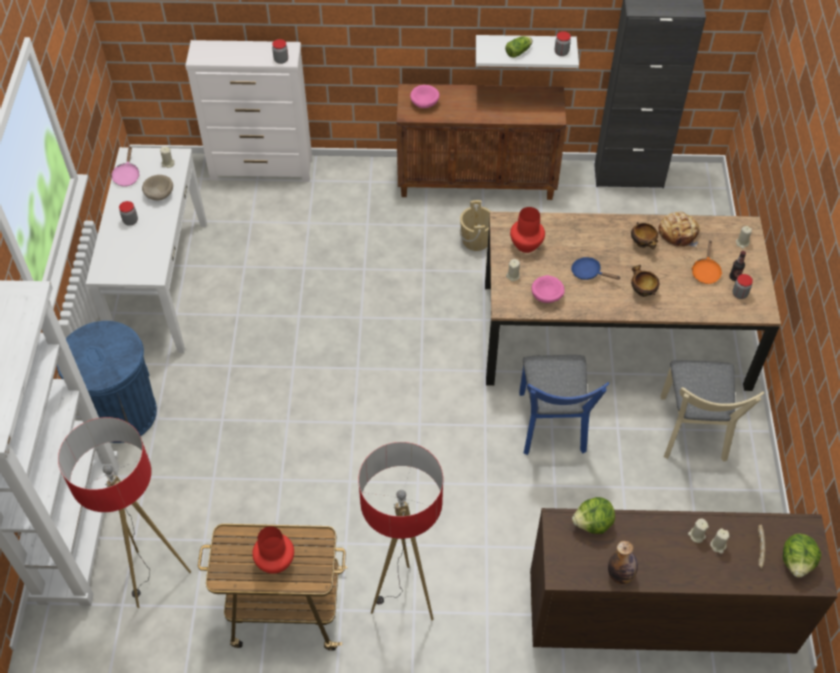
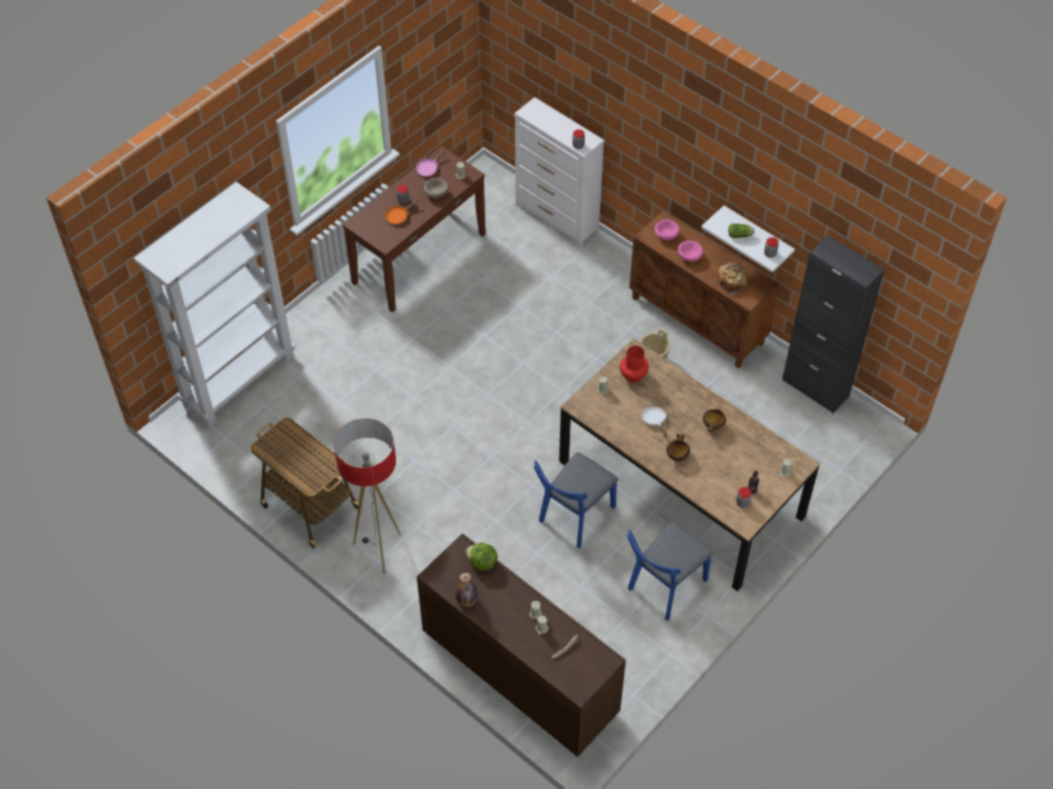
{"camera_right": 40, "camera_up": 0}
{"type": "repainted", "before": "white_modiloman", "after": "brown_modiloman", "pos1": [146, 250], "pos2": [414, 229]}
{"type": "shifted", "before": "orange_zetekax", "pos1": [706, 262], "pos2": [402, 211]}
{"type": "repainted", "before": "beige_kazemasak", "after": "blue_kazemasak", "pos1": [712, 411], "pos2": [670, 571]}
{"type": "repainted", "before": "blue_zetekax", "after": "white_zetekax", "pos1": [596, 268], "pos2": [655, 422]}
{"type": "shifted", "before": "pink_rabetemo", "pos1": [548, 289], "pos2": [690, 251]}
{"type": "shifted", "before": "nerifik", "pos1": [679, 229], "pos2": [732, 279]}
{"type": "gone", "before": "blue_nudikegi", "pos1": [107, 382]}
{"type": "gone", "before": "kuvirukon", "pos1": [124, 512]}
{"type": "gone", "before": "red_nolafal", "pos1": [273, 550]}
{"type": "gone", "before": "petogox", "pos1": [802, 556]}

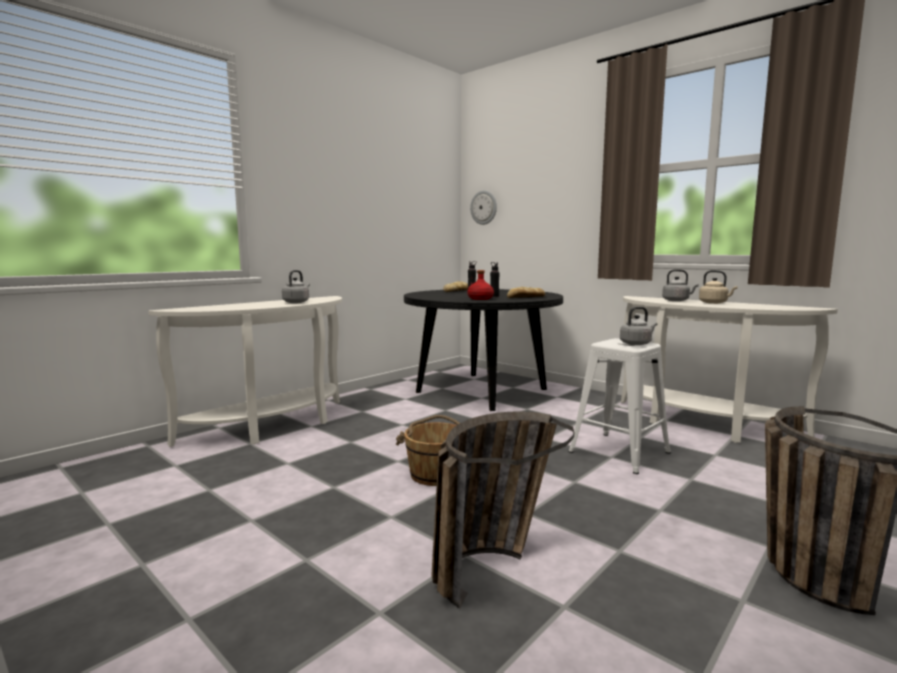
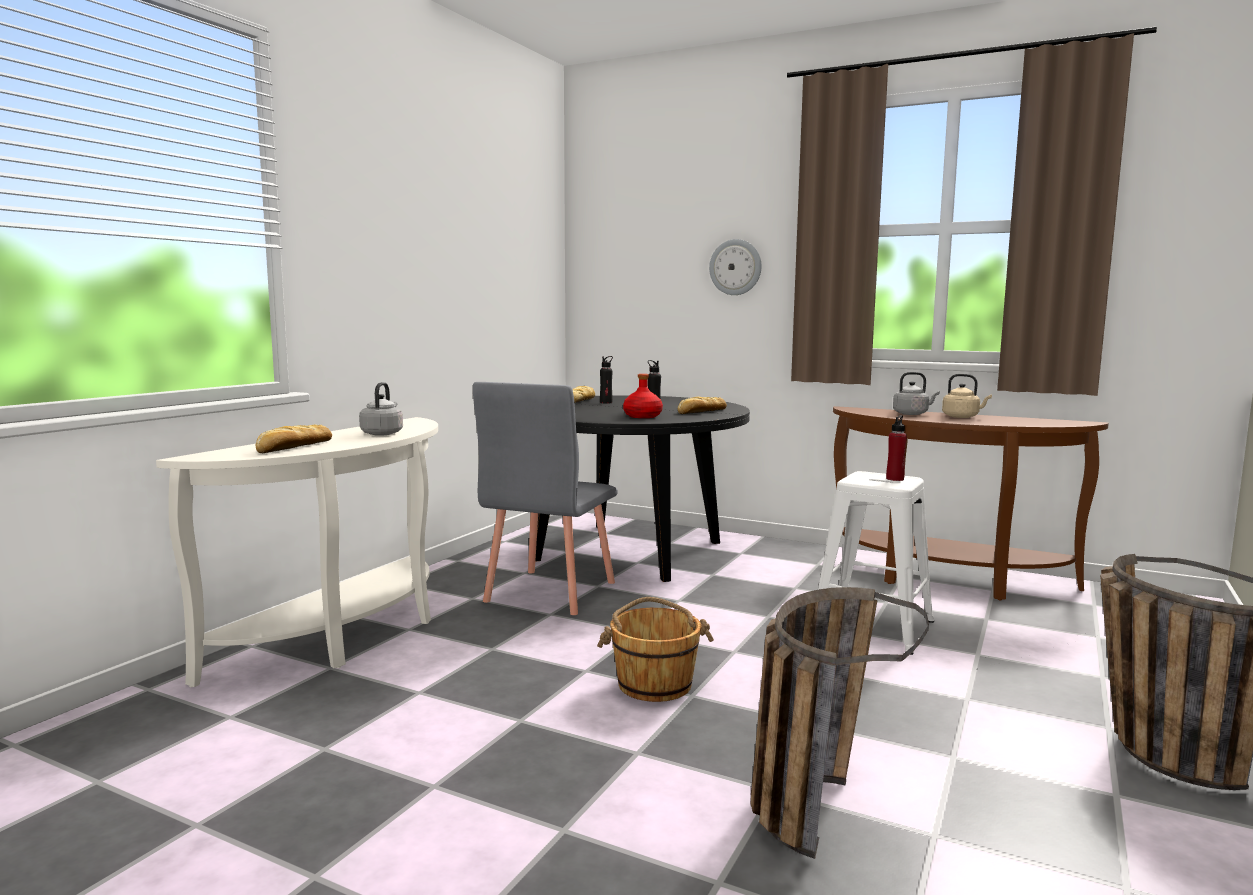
{"camera_right": -15, "camera_up": 0}
{"type": "new", "after": "nerifik", "pos2": [293, 438]}
{"type": "new", "after": "grey_kazemasak", "pos2": [545, 498]}
{"type": "shifted", "before": "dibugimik", "pos1": [483, 207], "pos2": [735, 267]}
{"type": "repainted", "before": "white_modiloman", "after": "brown_modiloman", "pos1": [729, 369], "pos2": [971, 503]}
{"type": "swapped", "before": "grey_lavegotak", "after": "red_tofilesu", "pos1": [638, 326], "pos2": [896, 448]}

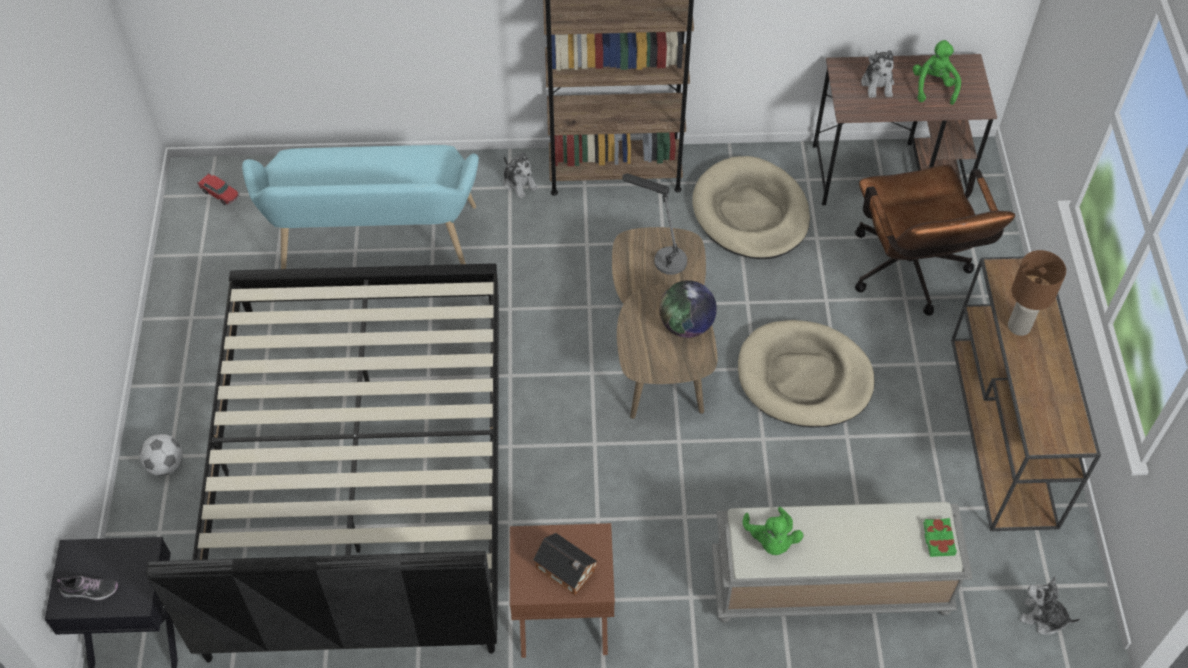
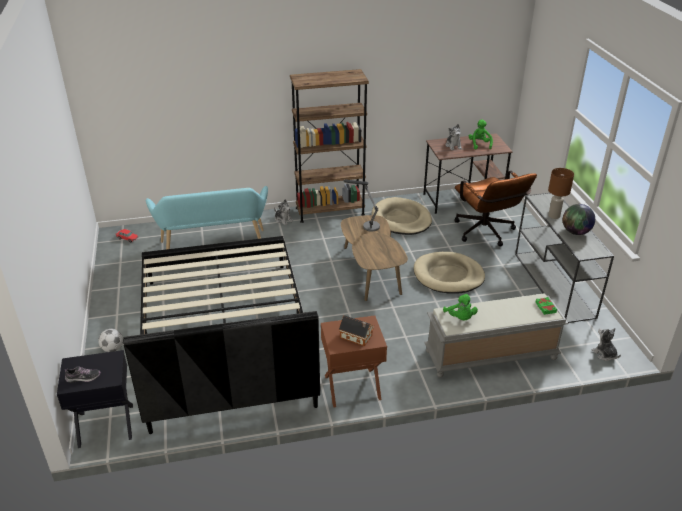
{"camera_right": -10, "camera_up": -20}
{"type": "repainted", "before": "brown_modiloman", "after": "grey_modiloman", "pos1": [1026, 393], "pos2": [564, 258]}
{"type": "shifted", "before": "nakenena", "pos1": [688, 309], "pos2": [579, 219]}
{"type": "rotated", "before": "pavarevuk", "pos1": [1050, 606], "pos2": [606, 344], "turn": 45}

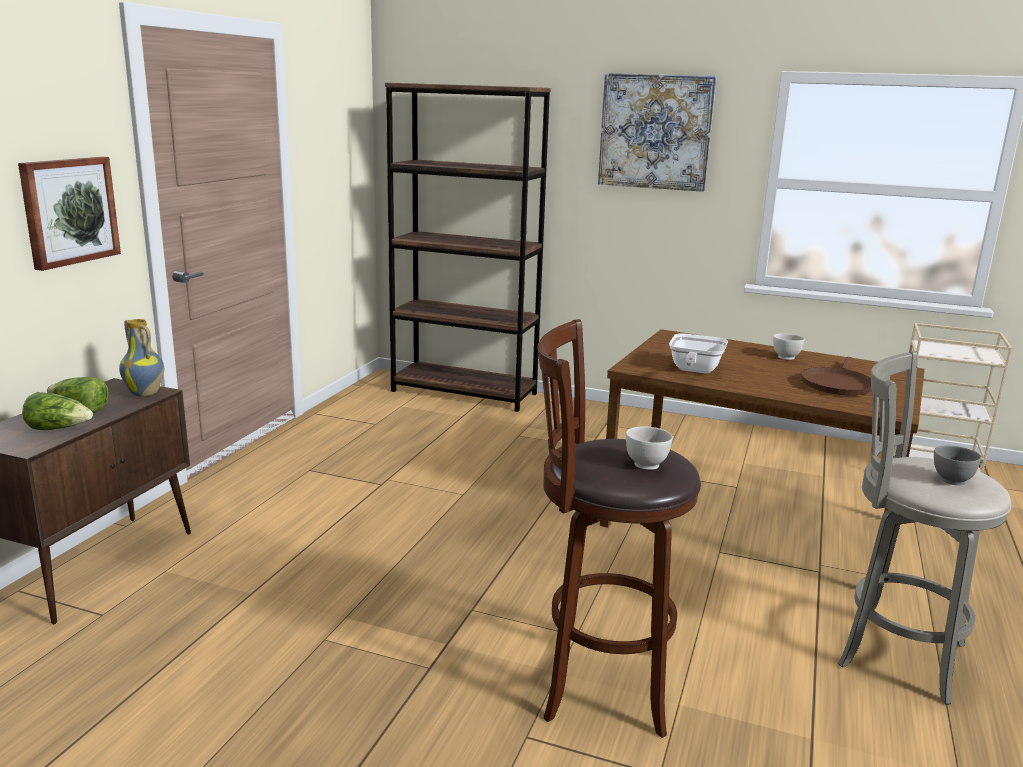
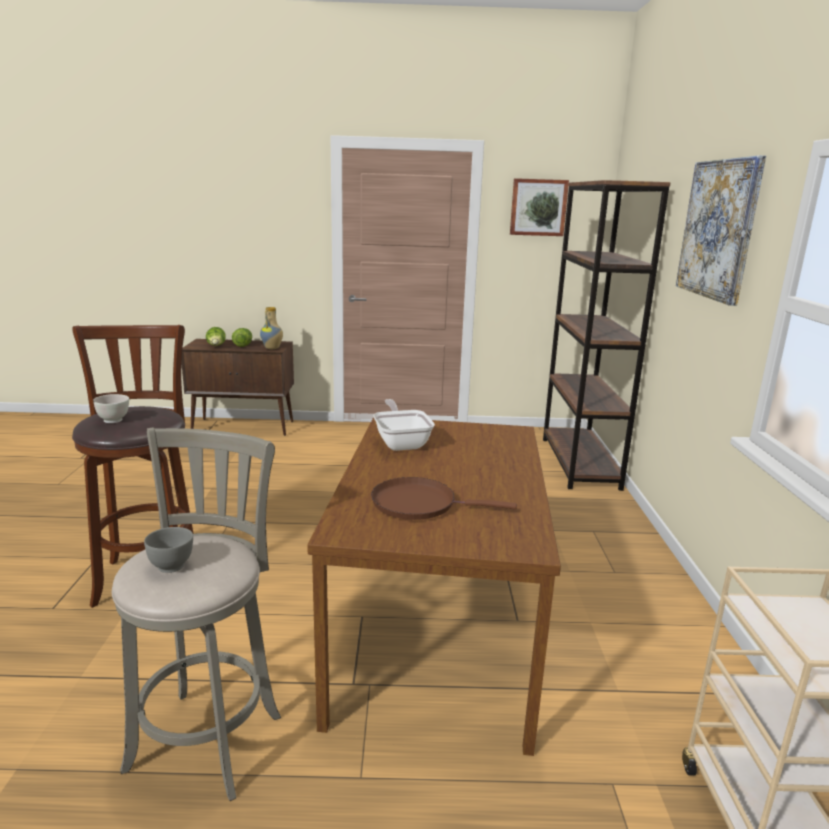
{"camera_right": 70, "camera_up": 0}
{"type": "rotated", "before": "zetekax", "pos1": [698, 353], "pos2": [404, 425], "turn": 75}
{"type": "shifted", "before": "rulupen", "pos1": [69, 214], "pos2": [539, 207]}
{"type": "gone", "before": "white_rabetemo", "pos1": [789, 346]}

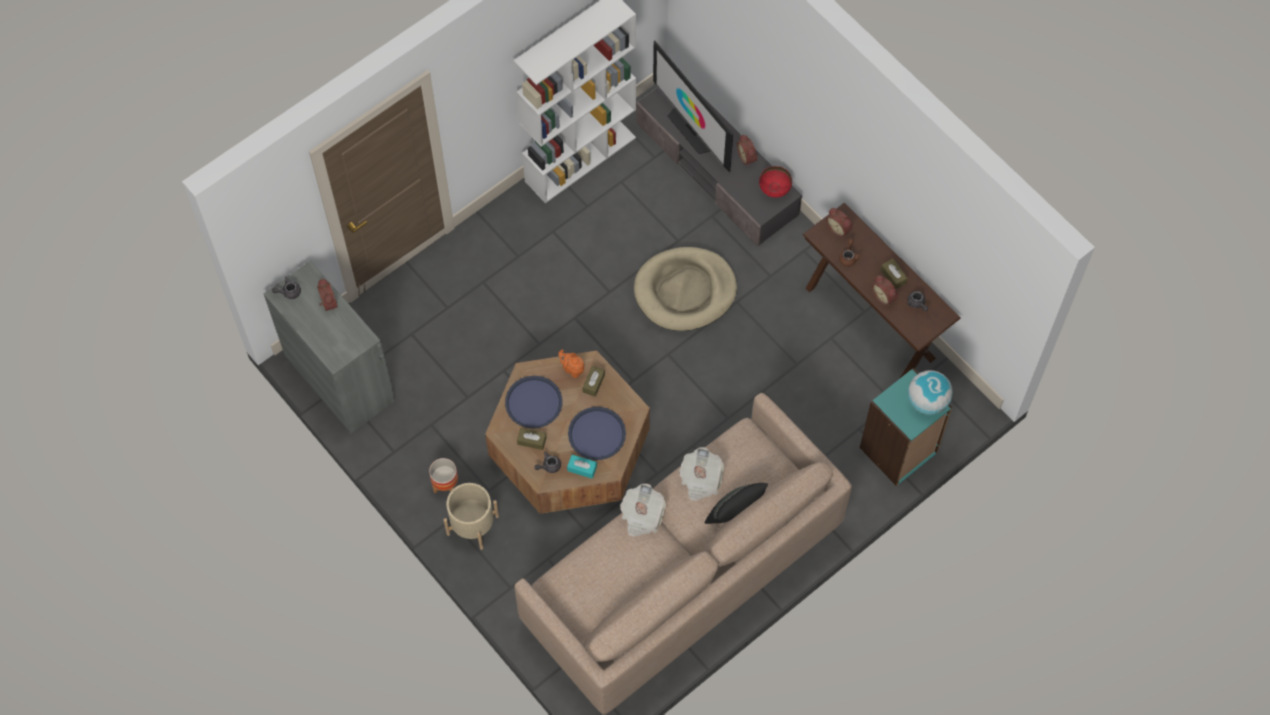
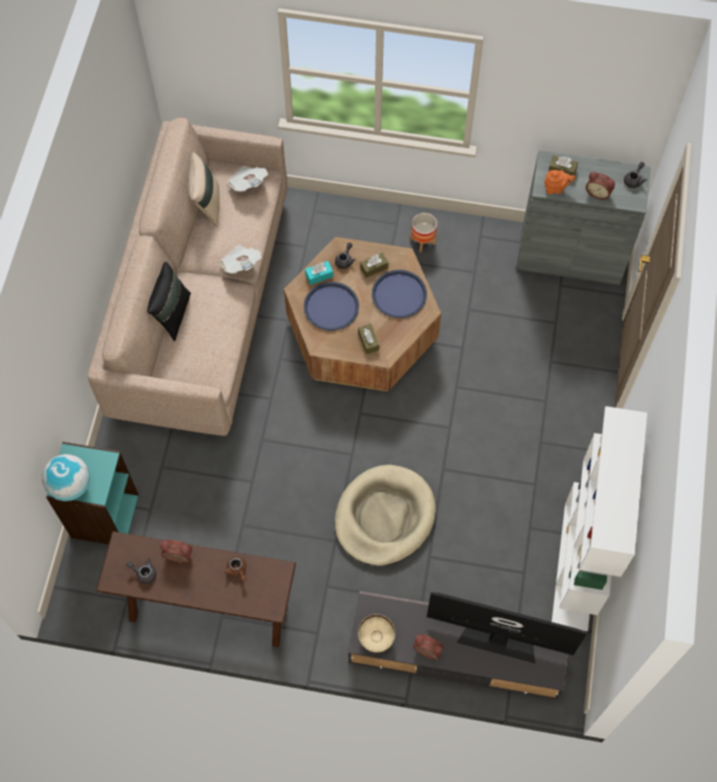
{"camera_right": 140, "camera_up": 0}
{"type": "new", "after": "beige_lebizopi", "pos2": [203, 189]}
{"type": "shifted", "before": "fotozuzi", "pos1": [701, 474], "pos2": [247, 179]}
{"type": "repainted", "before": "red_rabetemo", "after": "beige_rabetemo", "pos1": [775, 182], "pos2": [376, 633]}
{"type": "shifted", "before": "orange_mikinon", "pos1": [571, 363], "pos2": [560, 182]}
{"type": "shifted", "before": "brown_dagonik", "pos1": [894, 274], "pos2": [563, 165]}
{"type": "gone", "before": "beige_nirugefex", "pos1": [471, 516]}
{"type": "gone", "before": "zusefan", "pos1": [839, 222]}

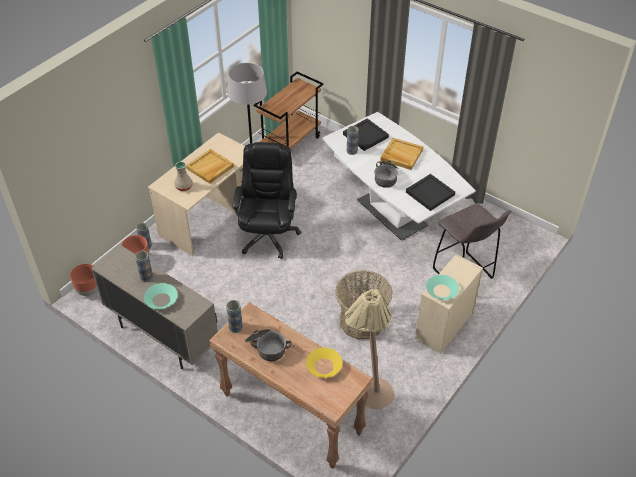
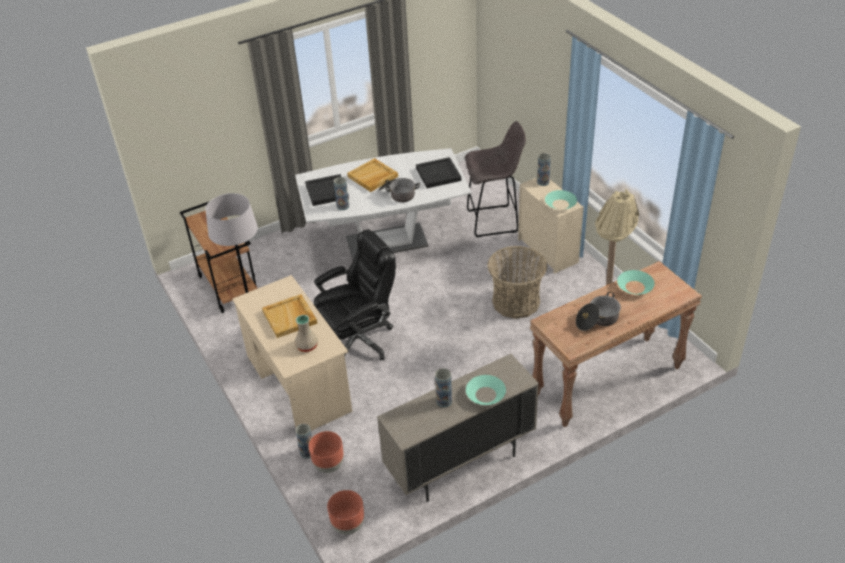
{"camera_right": -65, "camera_up": -5}
{"type": "rotated", "before": "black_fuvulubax", "pos1": [267, 200], "pos2": [355, 295], "turn": 120}
{"type": "shifted", "before": "nolafal", "pos1": [234, 316], "pos2": [544, 169]}
{"type": "repainted", "before": "yellow_rabetemo", "after": "turquoise_rabetemo", "pos1": [324, 362], "pos2": [636, 282]}

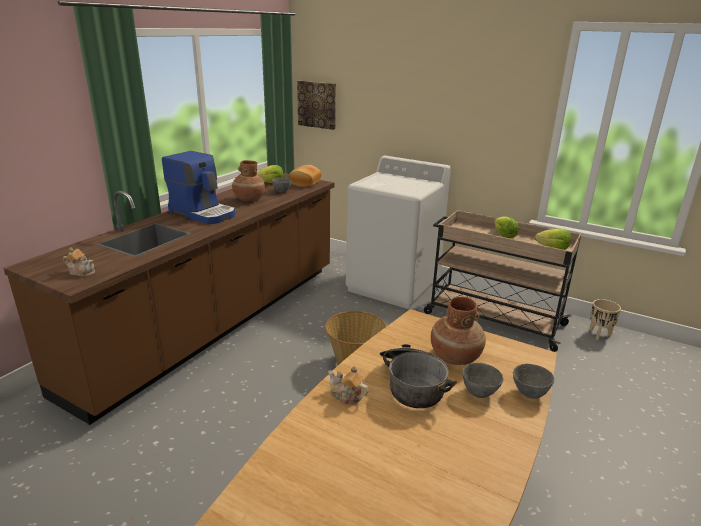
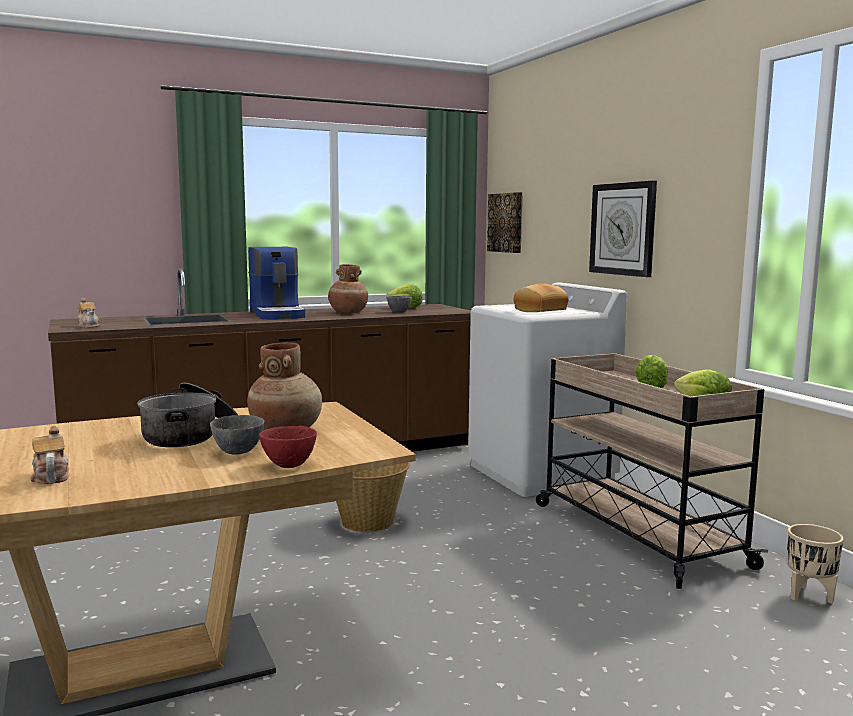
{"camera_right": 35, "camera_up": -15}
{"type": "shifted", "before": "mikinon", "pos1": [348, 385], "pos2": [50, 455]}
{"type": "repainted", "before": "grey_rabetemo", "after": "red_rabetemo", "pos1": [534, 381], "pos2": [288, 447]}
{"type": "shifted", "before": "nerifik", "pos1": [304, 176], "pos2": [541, 298]}
{"type": "new", "after": "dibugimik", "pos2": [623, 229]}

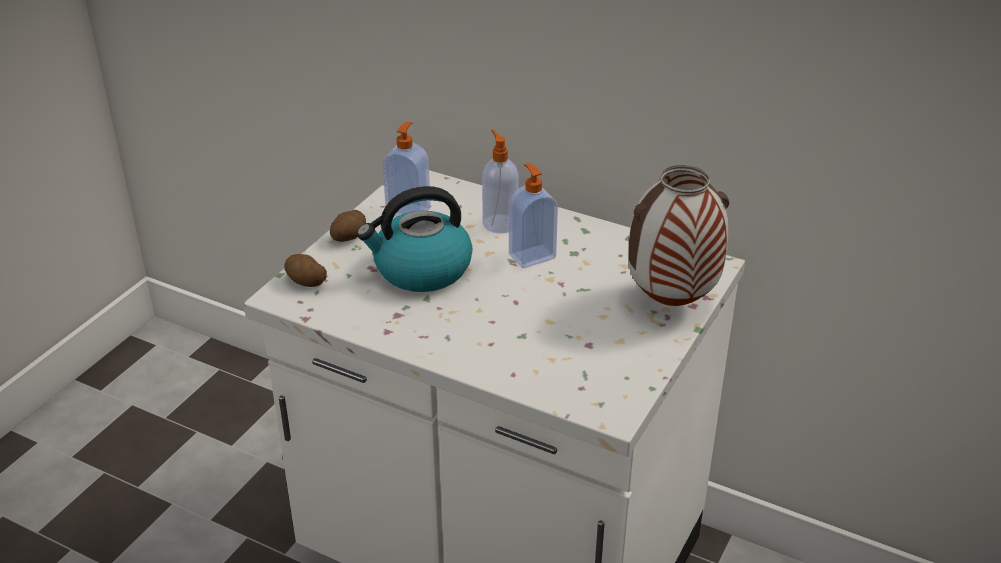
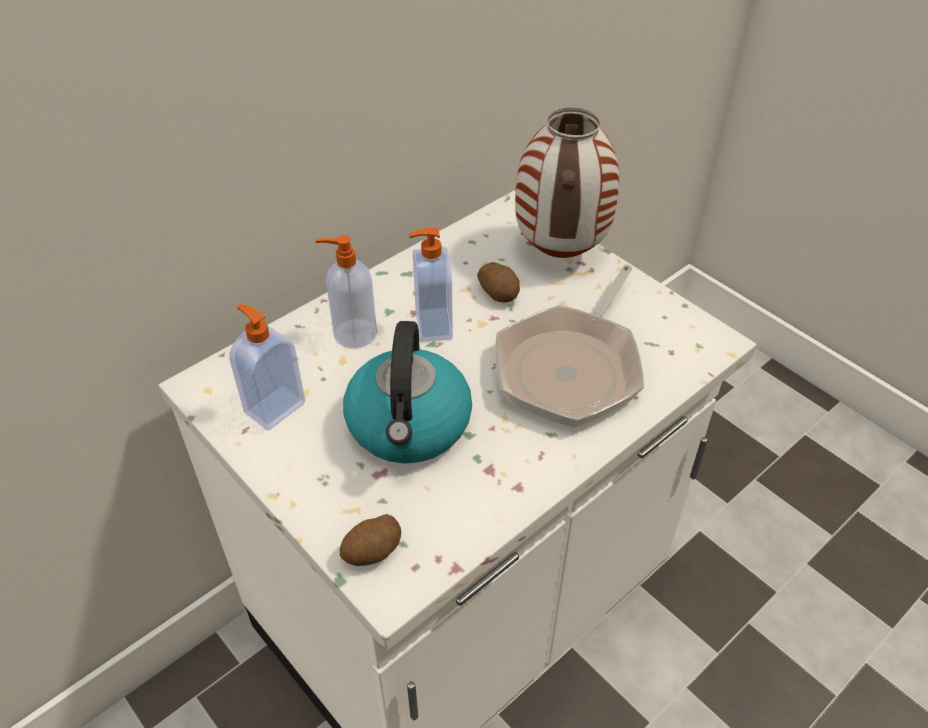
{"camera_right": -70, "camera_up": 10}
{"type": "shifted", "before": "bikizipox", "pos1": [348, 226], "pos2": [498, 282]}
{"type": "new", "after": "zetekax", "pos2": [569, 346]}

